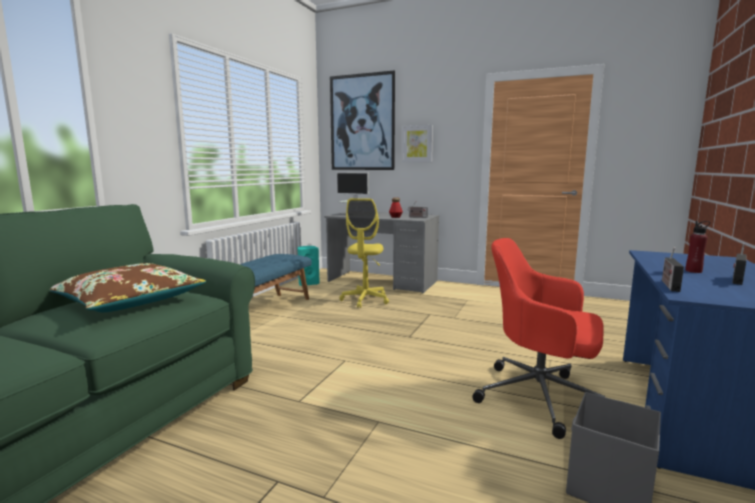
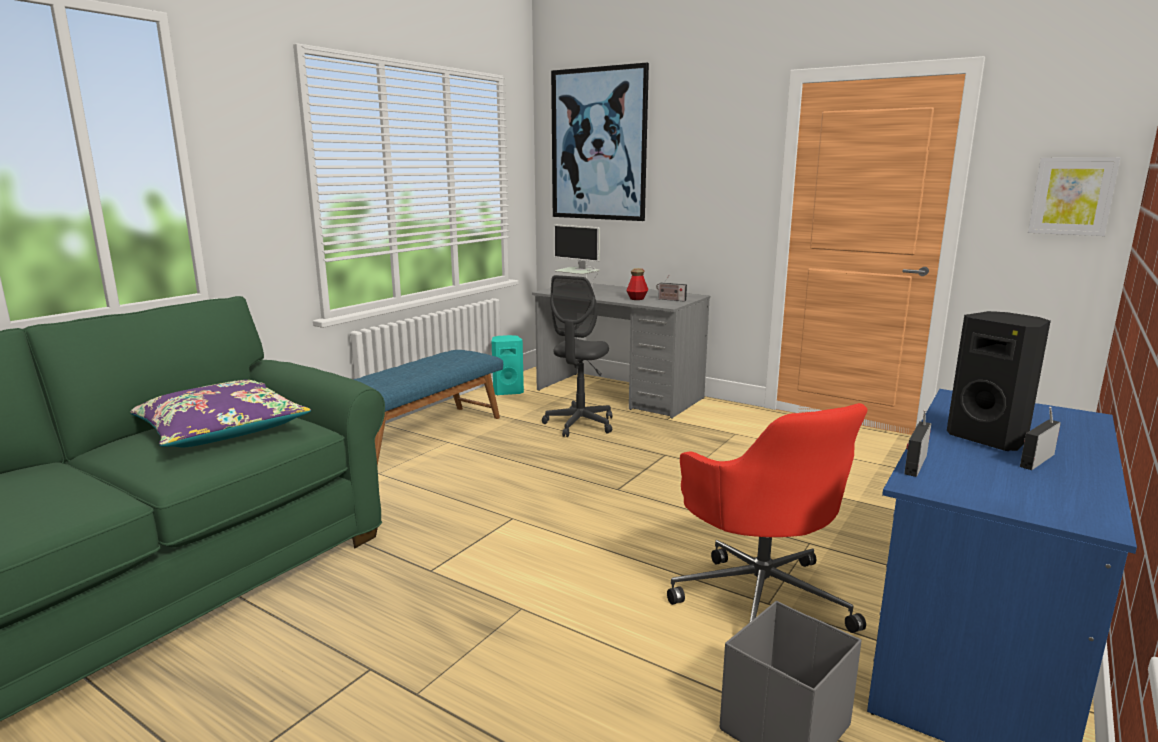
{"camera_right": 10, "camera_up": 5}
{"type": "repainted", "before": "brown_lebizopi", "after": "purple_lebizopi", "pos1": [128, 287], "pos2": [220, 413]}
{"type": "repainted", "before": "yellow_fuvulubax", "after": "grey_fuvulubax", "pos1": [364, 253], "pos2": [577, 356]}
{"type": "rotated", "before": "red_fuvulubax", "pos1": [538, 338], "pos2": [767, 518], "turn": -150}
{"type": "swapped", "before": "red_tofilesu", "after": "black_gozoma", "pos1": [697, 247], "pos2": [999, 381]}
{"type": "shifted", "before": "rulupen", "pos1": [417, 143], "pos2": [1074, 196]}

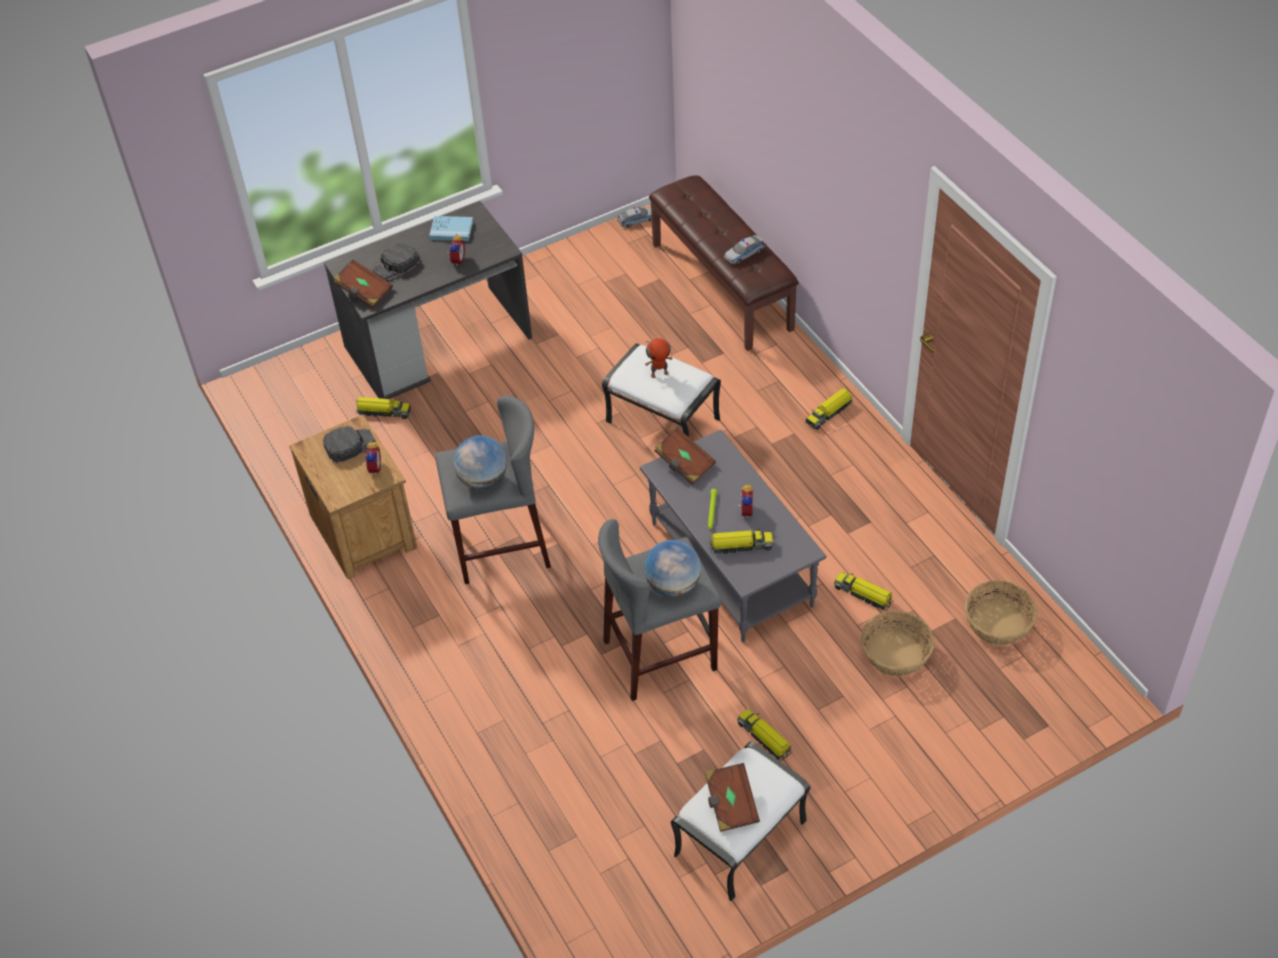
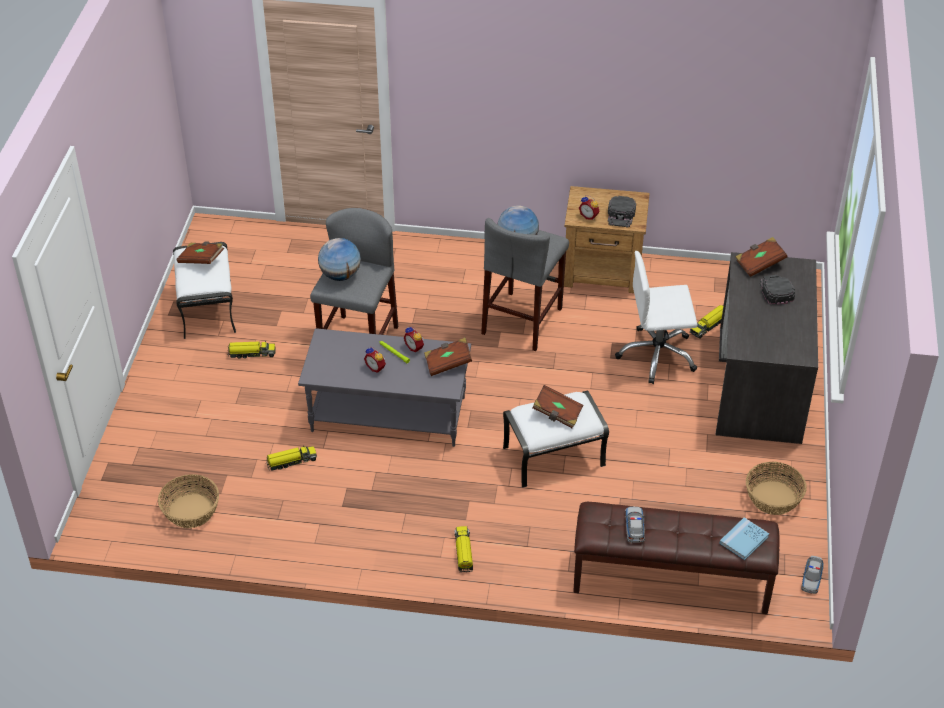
{"camera_right": 125, "camera_up": -5}
{"type": "shifted", "before": "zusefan", "pos1": [456, 250], "pos2": [414, 339]}
{"type": "swapped", "before": "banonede", "after": "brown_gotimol", "pos1": [659, 358], "pos2": [558, 406]}
{"type": "new", "after": "white_fuvulubax", "pos2": [656, 317]}
{"type": "shifted", "before": "blue_gotimol", "pos1": [451, 228], "pos2": [744, 538]}
{"type": "shifted", "before": "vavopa", "pos1": [897, 643], "pos2": [776, 488]}
{"type": "gone", "before": "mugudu", "pos1": [741, 542]}

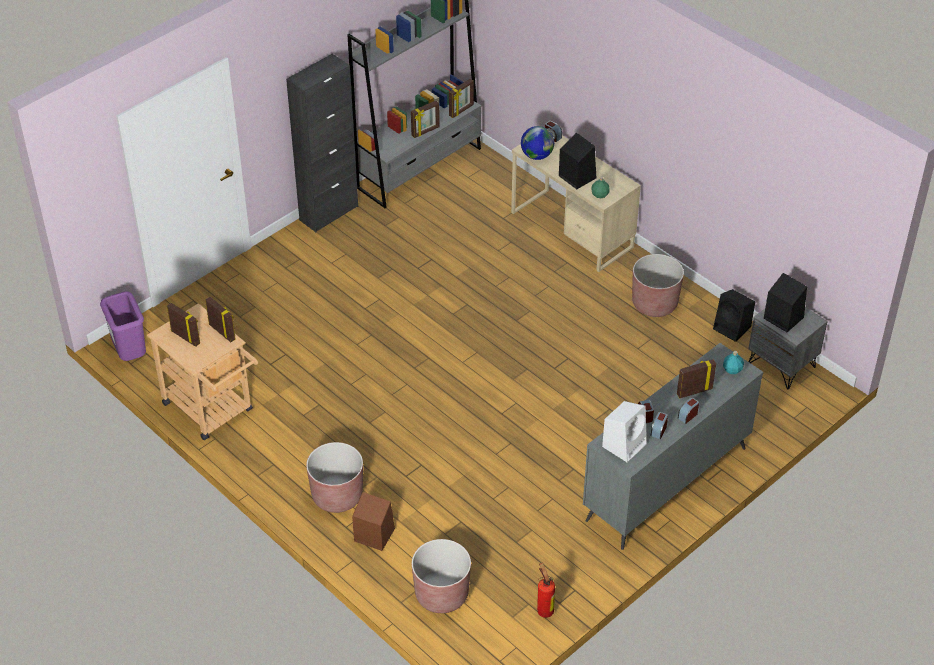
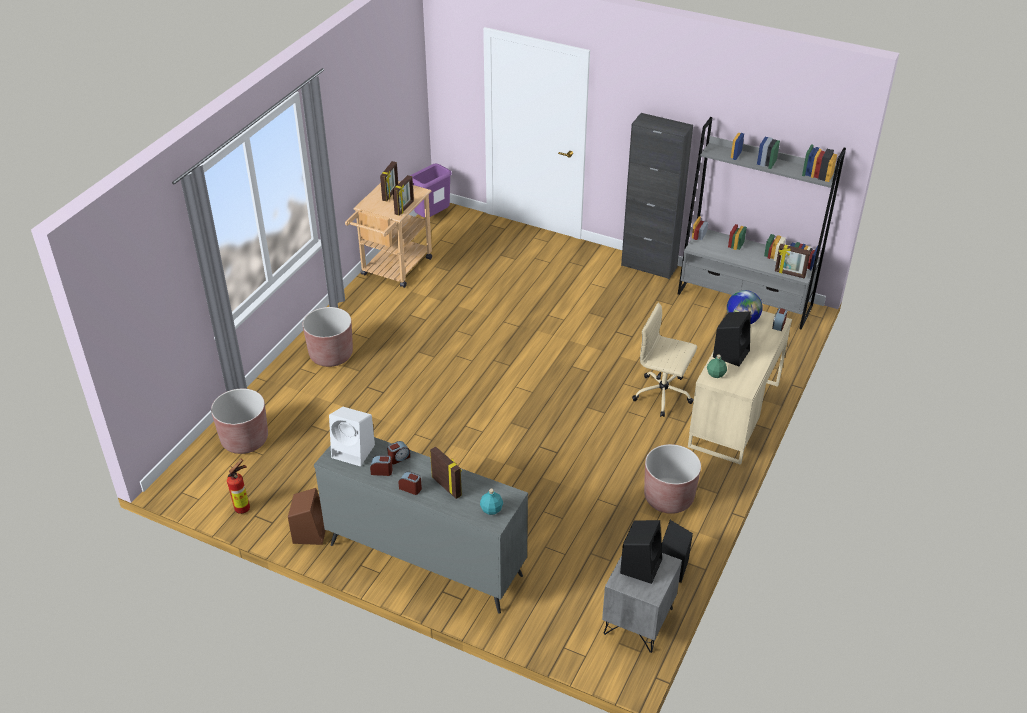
{"camera_right": 70, "camera_up": -5}
{"type": "shifted", "before": "brown_gozoma", "pos1": [373, 521], "pos2": [307, 516]}
{"type": "new", "after": "beige_fuvulubax", "pos2": [664, 360]}
{"type": "gone", "before": "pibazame", "pos1": [425, 119]}

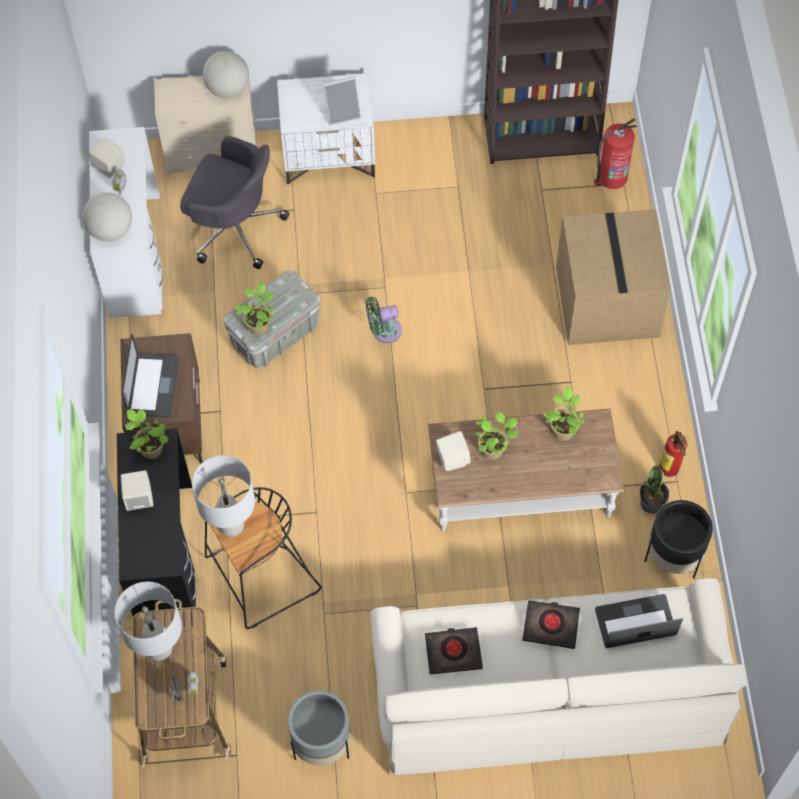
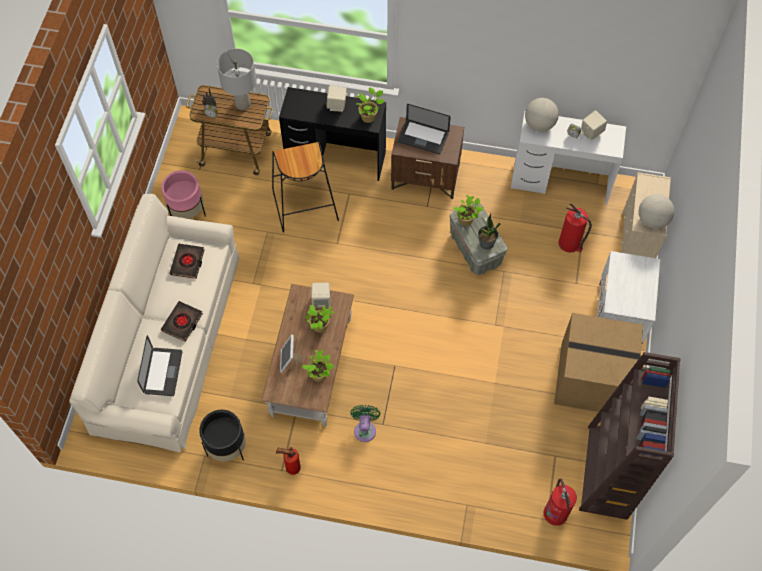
{"camera_right": 105, "camera_up": 0}
{"type": "repainted", "before": "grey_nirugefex", "after": "pink_nirugefex", "pos1": [319, 728], "pos2": [183, 194]}
{"type": "shifted", "before": "pibazame", "pos1": [342, 101], "pos2": [291, 354]}
{"type": "shifted", "before": "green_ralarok", "pos1": [384, 320], "pos2": [365, 423]}
{"type": "shifted", "before": "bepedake", "pos1": [654, 489], "pos2": [489, 231]}
{"type": "shifted", "before": "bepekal", "pos1": [613, 277], "pos2": [598, 362]}
{"type": "swapped", "before": "grey_fuvulubax", "after": "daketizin", "pos1": [234, 202], "pos2": [575, 228]}
{"type": "gone", "before": "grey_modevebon", "pos1": [223, 496]}

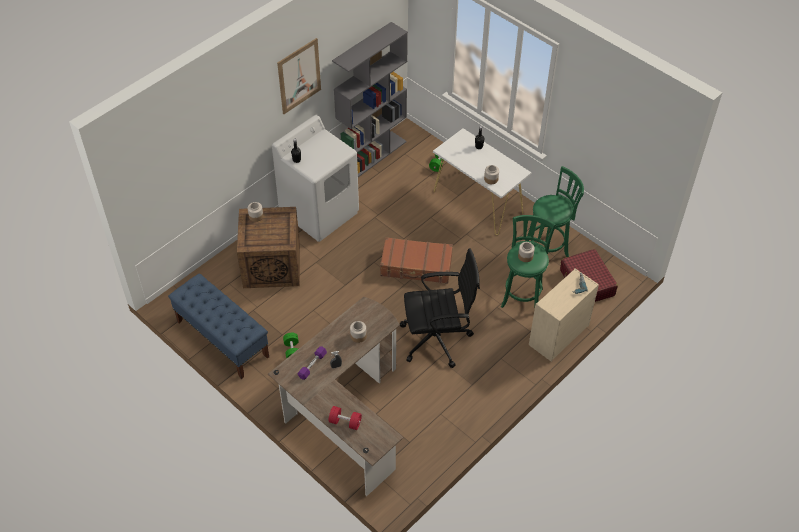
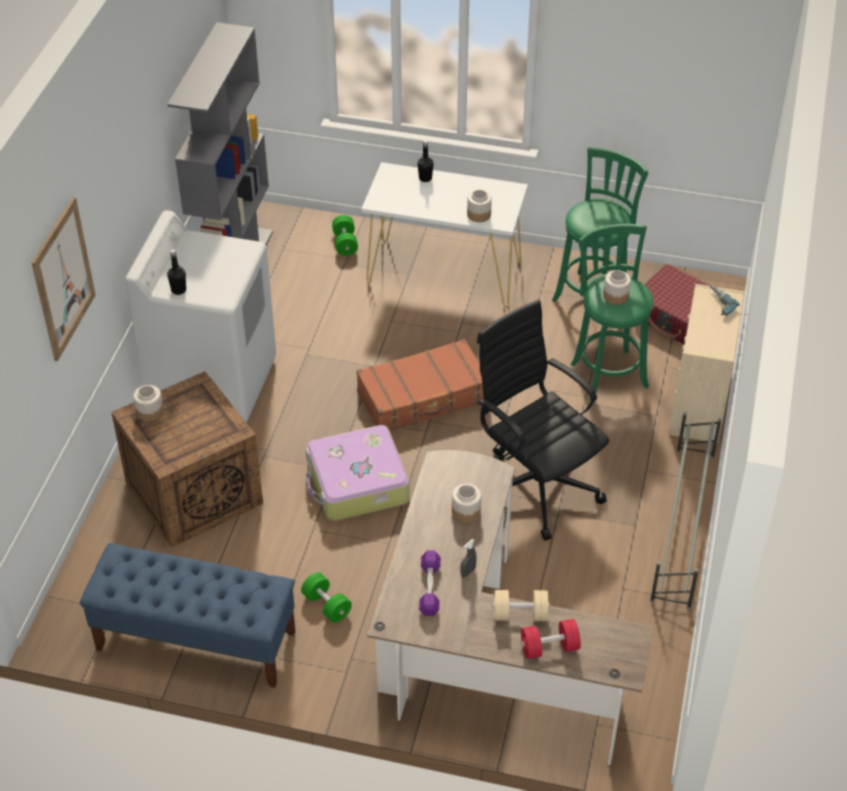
{"camera_right": -30, "camera_up": -5}
{"type": "shifted", "before": "rulupen", "pos1": [299, 76], "pos2": [64, 279]}
{"type": "new", "after": "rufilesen", "pos2": [358, 473]}
{"type": "rotated", "before": "black_fuvulubax", "pos1": [440, 308], "pos2": [543, 420], "turn": -90}
{"type": "new", "after": "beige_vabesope", "pos2": [521, 605]}
{"type": "new", "after": "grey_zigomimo", "pos2": [686, 511]}

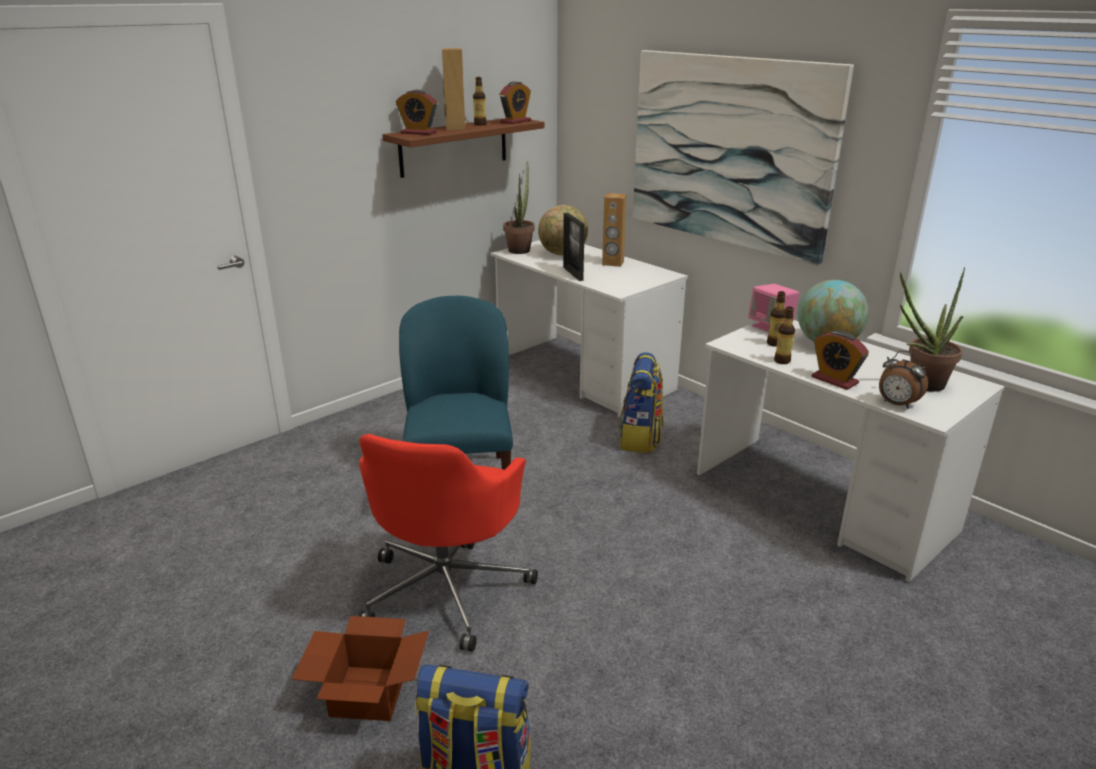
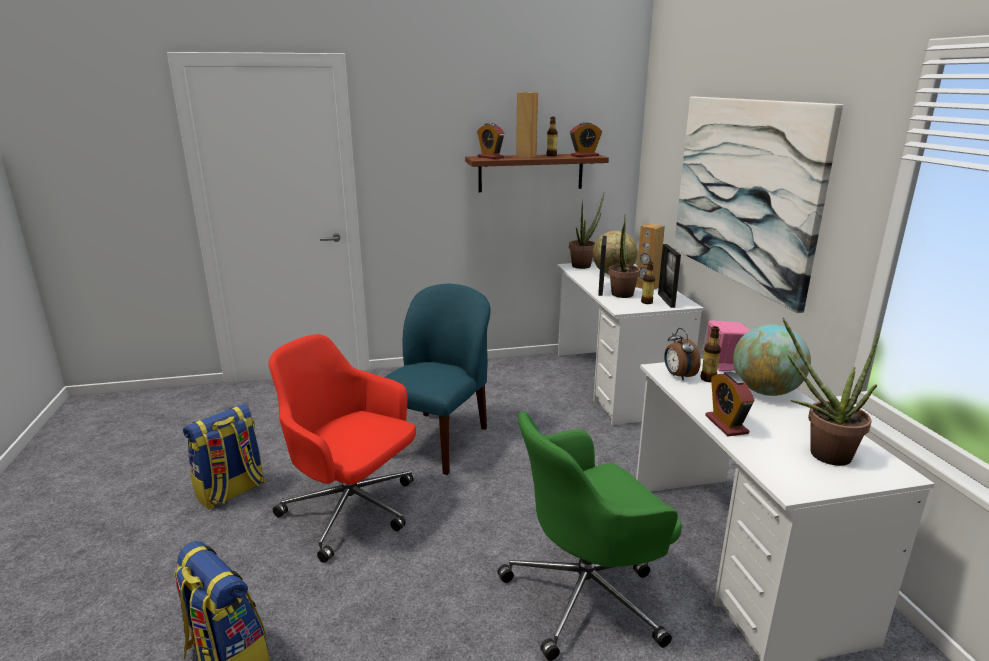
{"camera_right": 30, "camera_up": -5}
{"type": "shifted", "before": "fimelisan", "pos1": [641, 402], "pos2": [224, 457]}
{"type": "rotated", "before": "red_fuvulubax", "pos1": [448, 543], "pos2": [342, 448], "turn": 75}
{"type": "new", "after": "green_fuvulubax", "pos2": [589, 536]}
{"type": "new", "after": "bepedake", "pos2": [624, 257]}
{"type": "shifted", "before": "tofilesu", "pos1": [784, 335], "pos2": [648, 283]}
{"type": "new", "after": "pibazame", "pos2": [669, 276]}
{"type": "shifted", "before": "zusefan", "pos1": [903, 379], "pos2": [682, 354]}
{"type": "gone", "before": "bepekal", "pos1": [360, 668]}

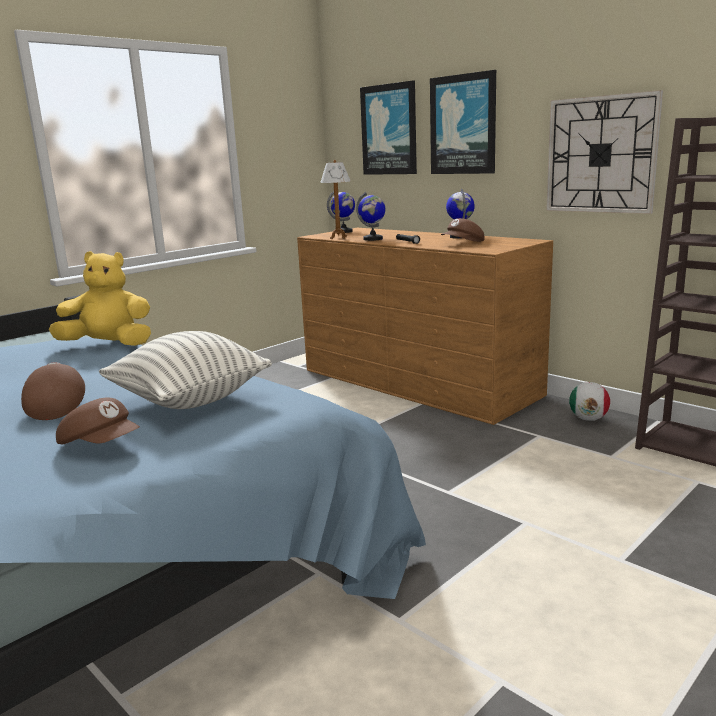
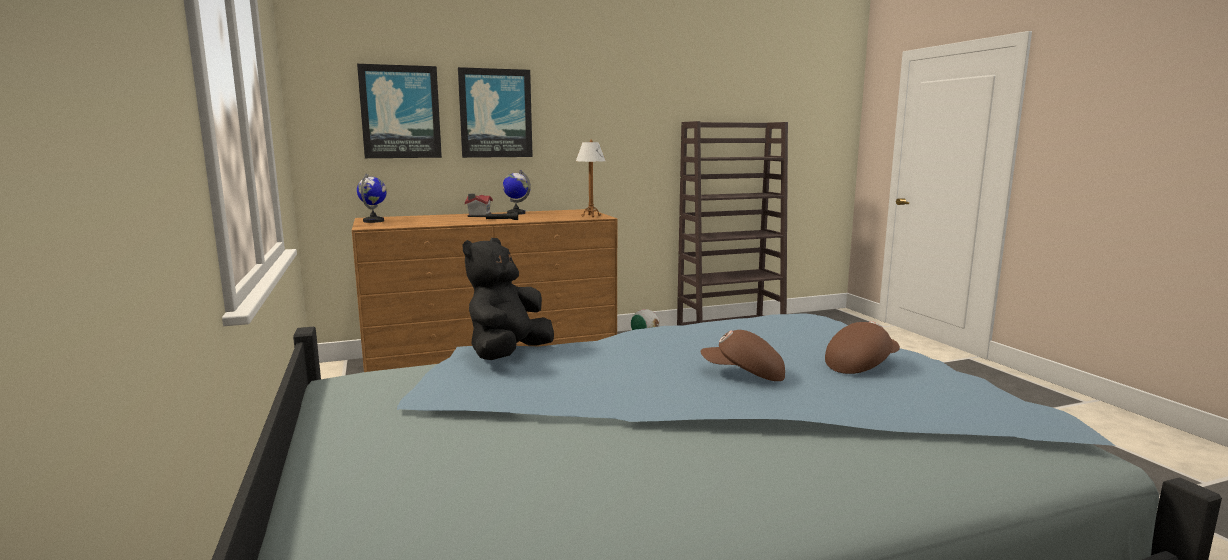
{"camera_right": -65, "camera_up": -5}
{"type": "repainted", "before": "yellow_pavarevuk", "after": "black_pavarevuk", "pos1": [100, 298], "pos2": [508, 299]}
{"type": "new", "after": "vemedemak", "pos2": [479, 205]}
{"type": "shifted", "before": "modevebon", "pos1": [335, 199], "pos2": [591, 178]}
{"type": "gone", "before": "lebizopi", "pos1": [185, 370]}
{"type": "gone", "before": "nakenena", "pos1": [371, 216]}
{"type": "gone", "before": "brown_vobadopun", "pos1": [462, 230]}
{"type": "gone", "before": "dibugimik", "pos1": [604, 152]}

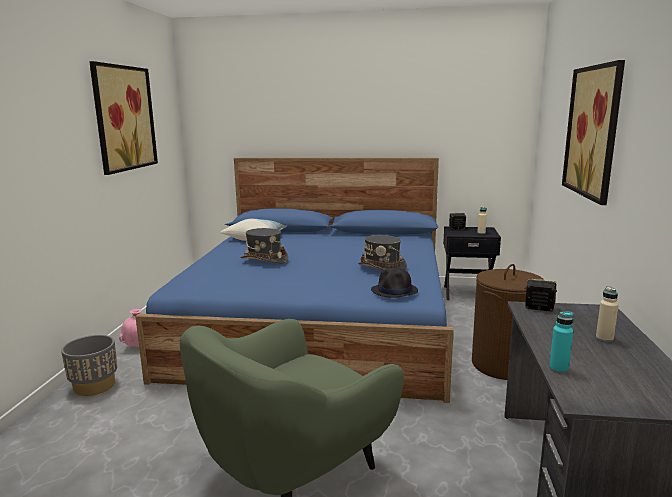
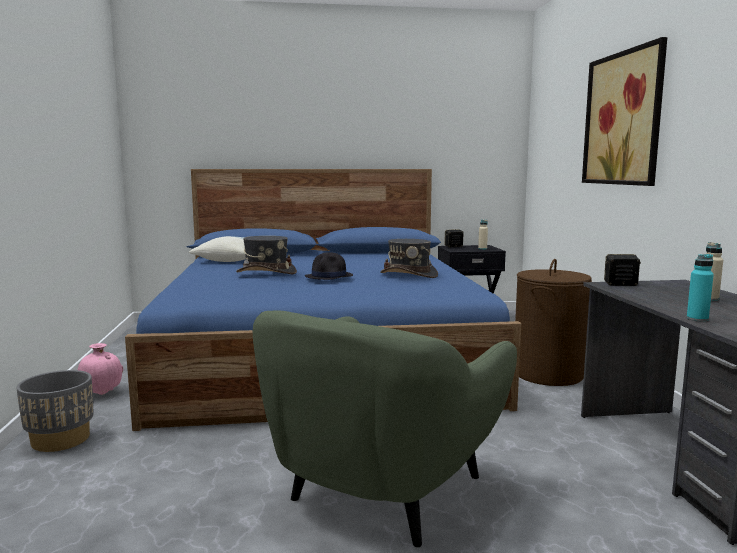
{"camera_right": -15, "camera_up": -5}
{"type": "shifted", "before": "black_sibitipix", "pos1": [394, 282], "pos2": [329, 266]}
{"type": "gone", "before": "rulupen", "pos1": [123, 118]}

